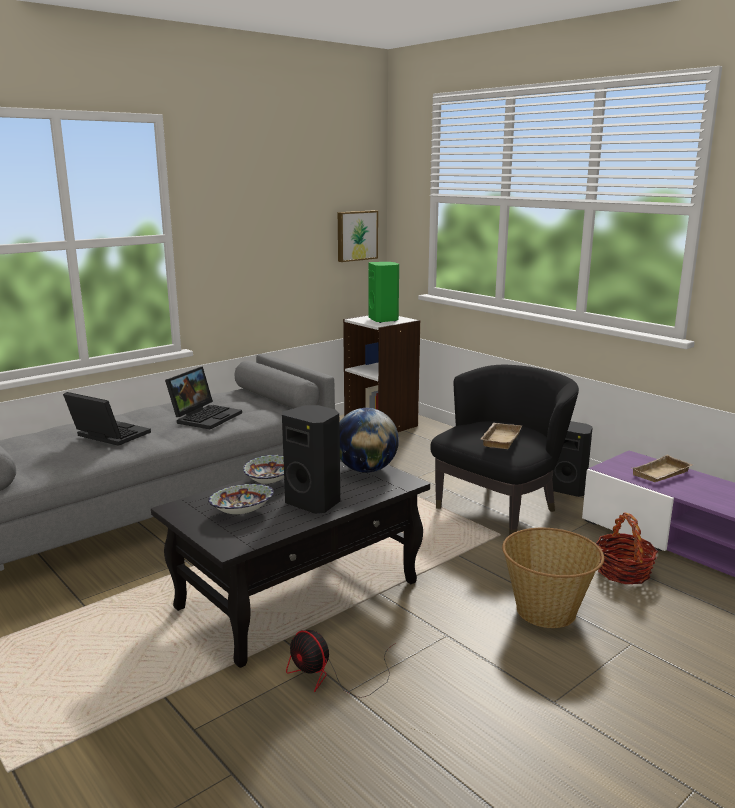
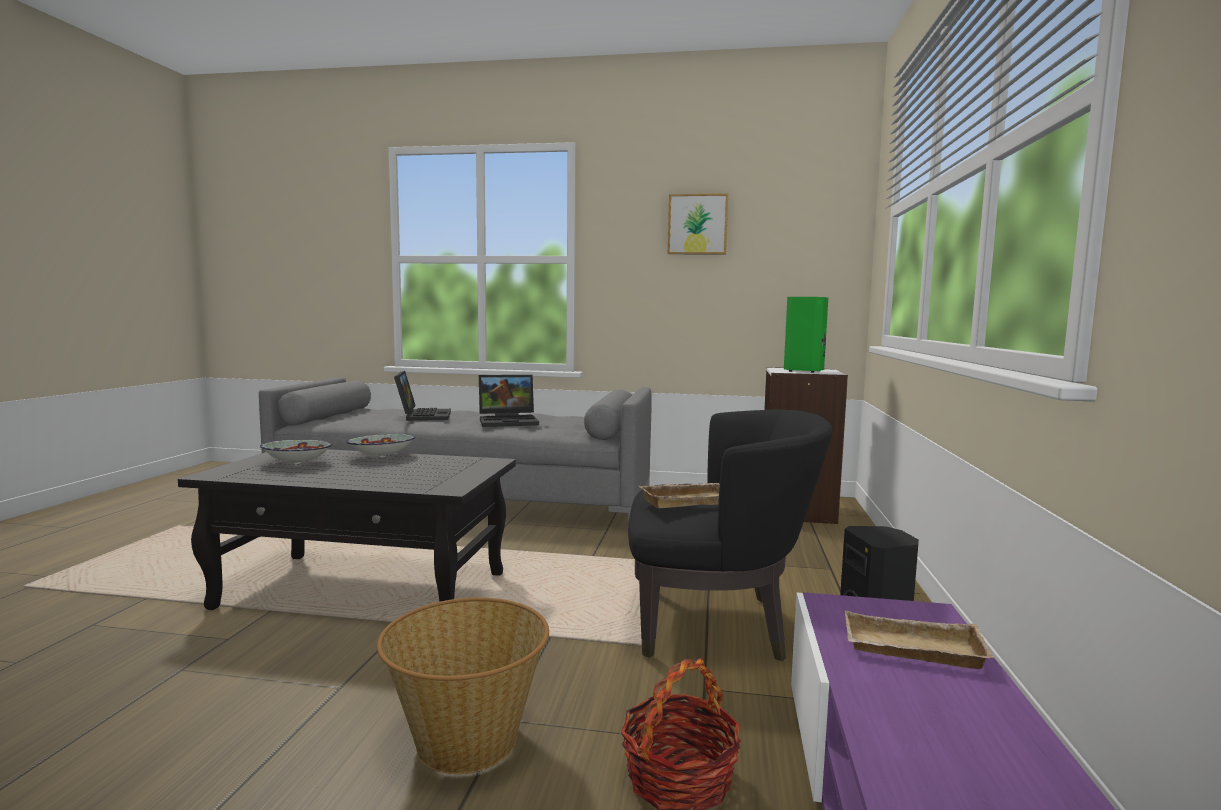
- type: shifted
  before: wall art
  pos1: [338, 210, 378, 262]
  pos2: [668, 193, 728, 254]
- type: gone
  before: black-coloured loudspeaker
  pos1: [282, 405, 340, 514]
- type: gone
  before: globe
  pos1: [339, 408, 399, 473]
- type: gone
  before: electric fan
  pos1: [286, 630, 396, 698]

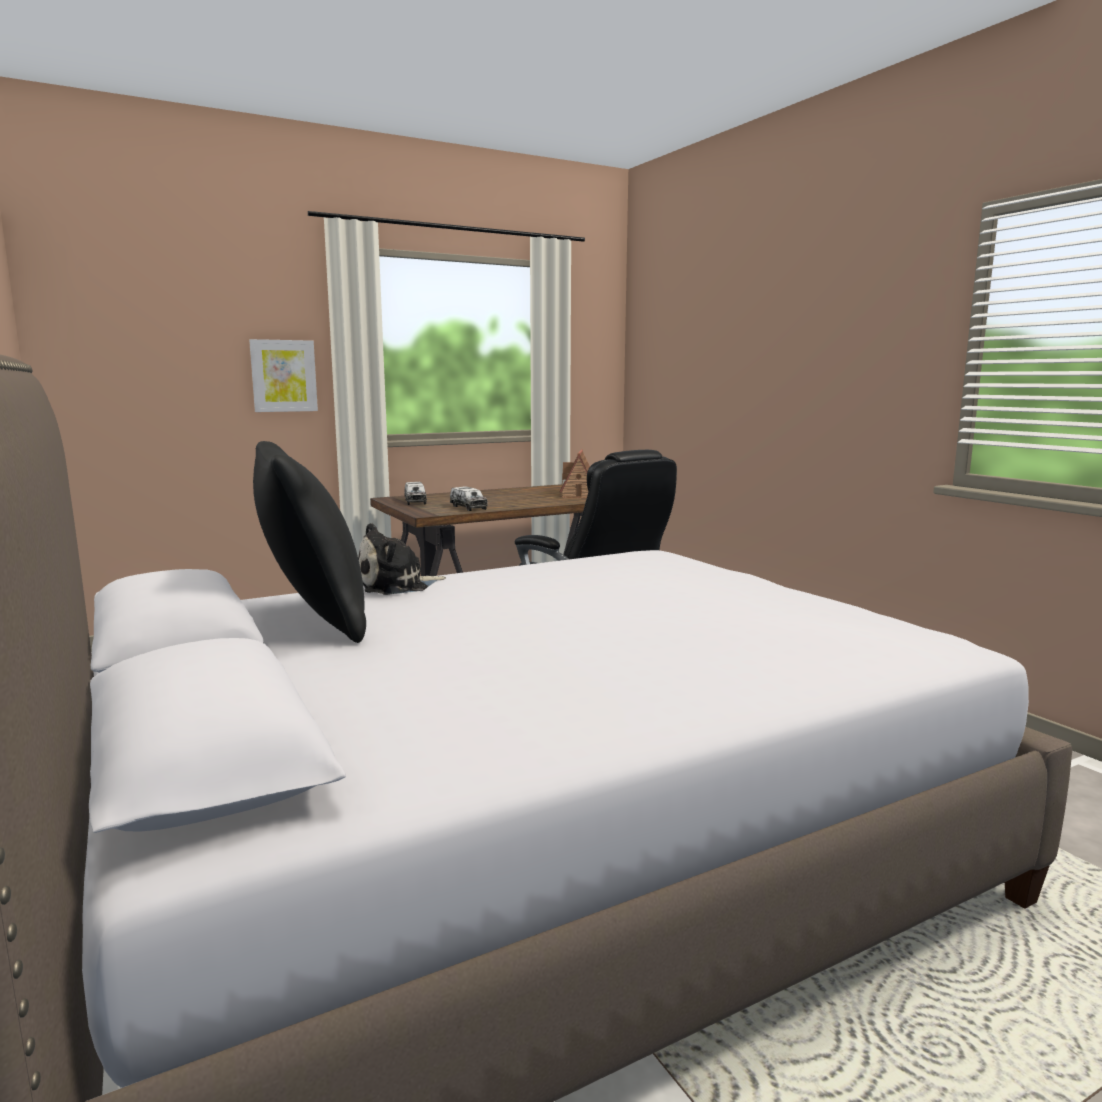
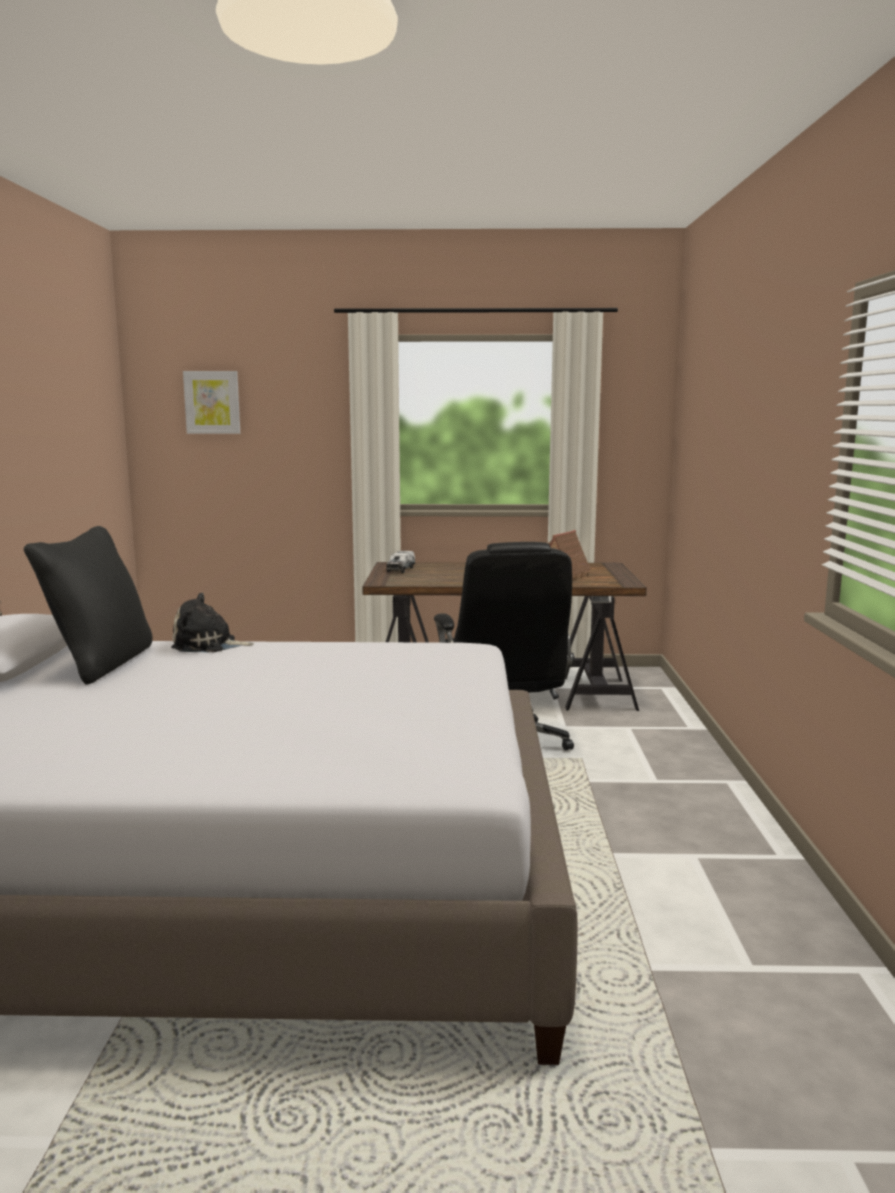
- type: shifted
  before: wall art
  pos1: [249, 339, 318, 412]
  pos2: [183, 371, 240, 434]
- type: gone
  before: model truck
  pos1: [450, 486, 488, 511]

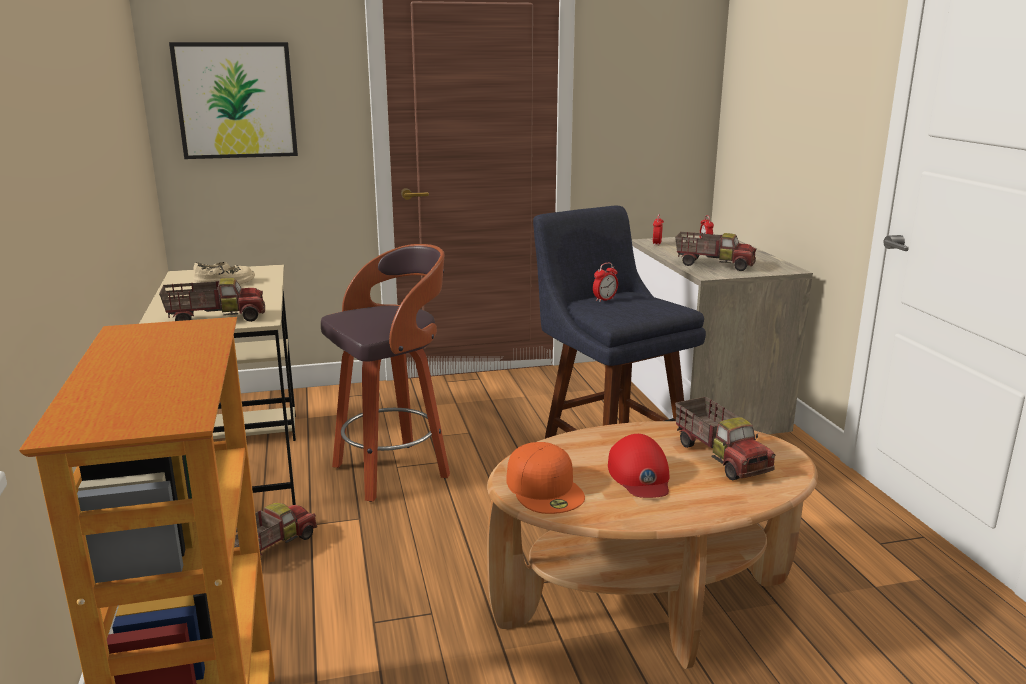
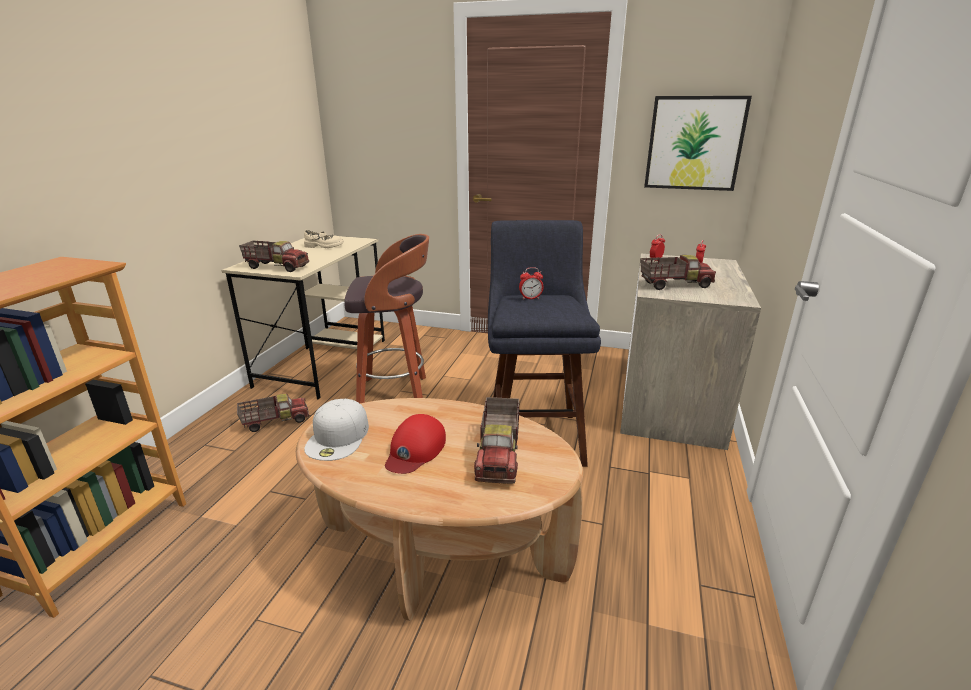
- type: shifted
  before: wall art
  pos1: [169, 42, 298, 159]
  pos2: [644, 96, 752, 191]
- type: rotated
  before: model truck
  pos1: [675, 232, 756, 271]
  pos2: [640, 255, 716, 290]
  turn: -60
- type: repainted
  before: orange-coloured peaked cap
  after: whitish peaked cap
  pos1: [507, 442, 585, 514]
  pos2: [304, 399, 369, 461]

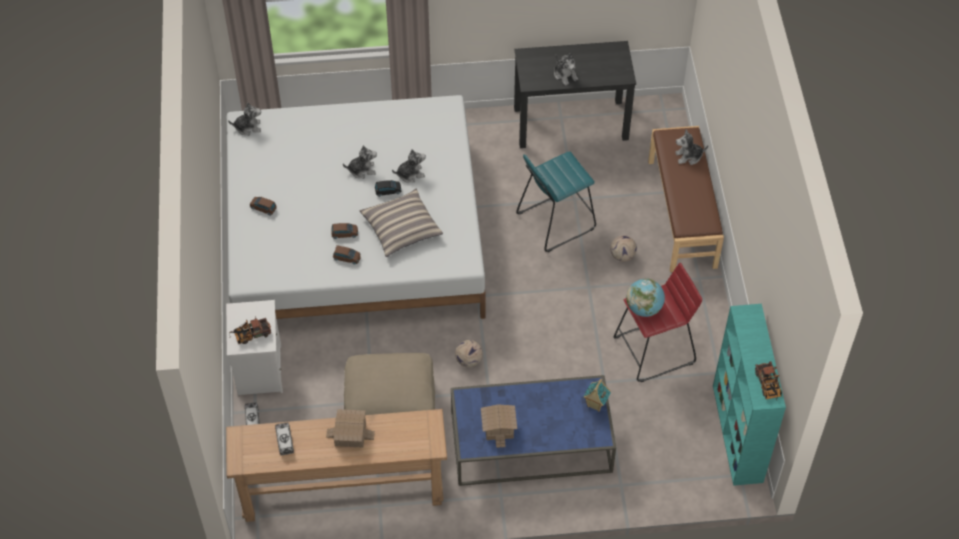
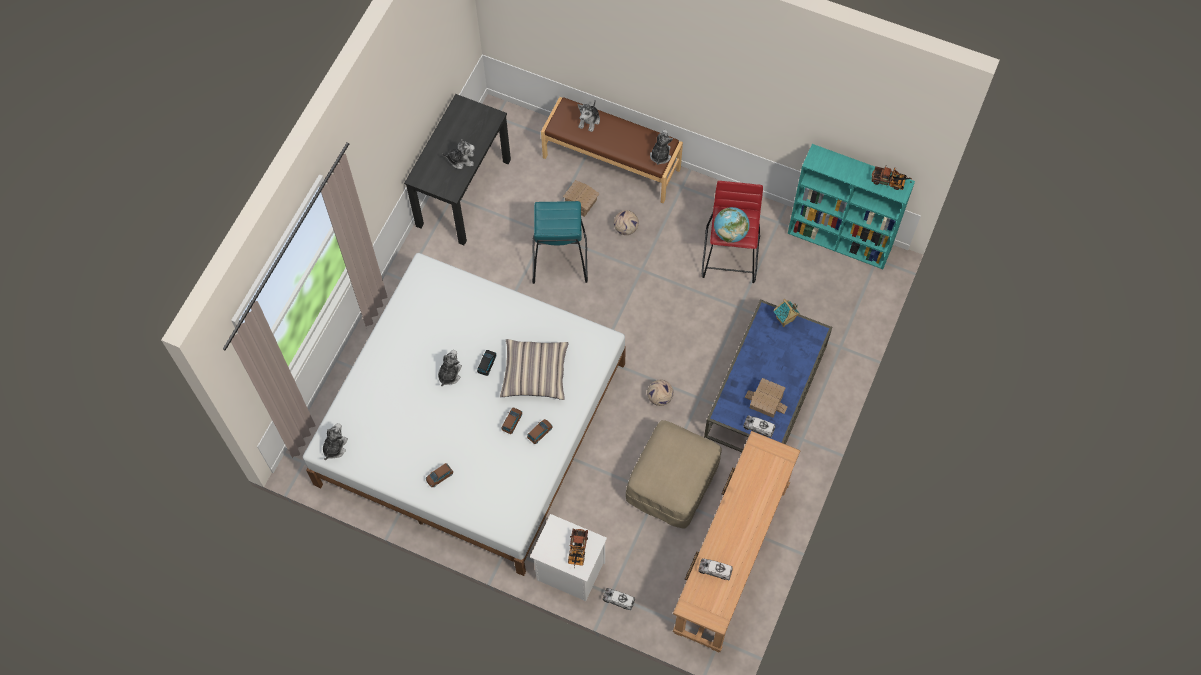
- type: shifted
  before: plush toy
  pos1: [392, 149, 426, 183]
  pos2: [650, 130, 673, 165]
- type: shifted
  before: toy house
  pos1: [326, 409, 375, 448]
  pos2: [563, 180, 600, 217]
- type: new
  after: model truck
  pos2: [743, 415, 775, 438]

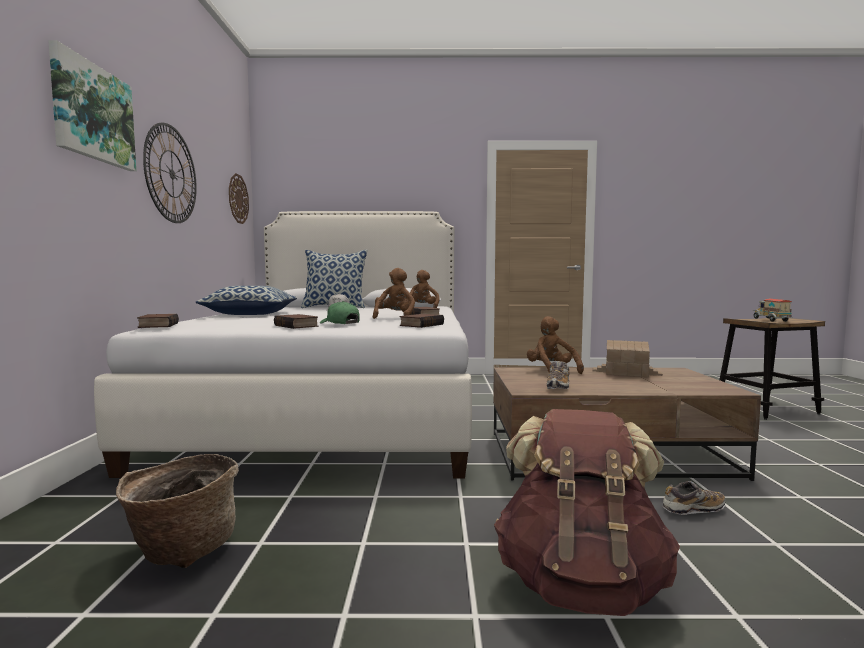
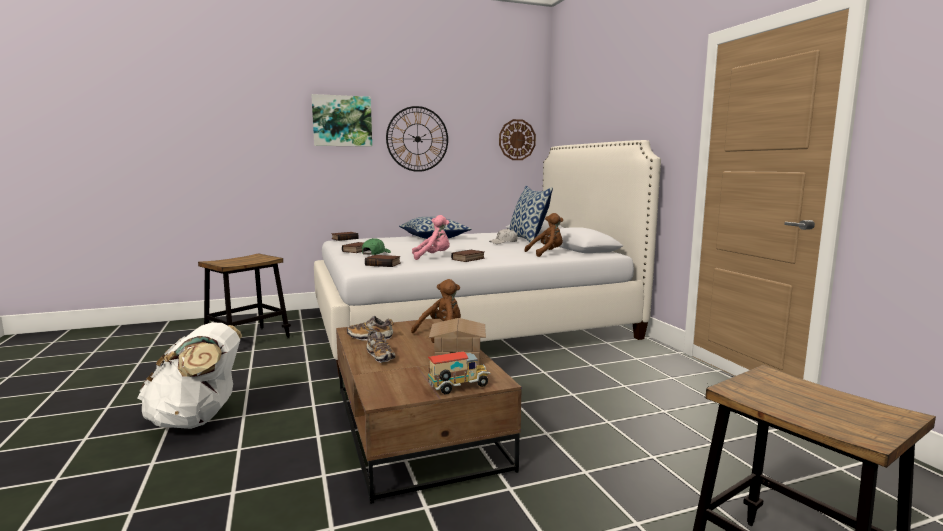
- type: repainted
  before: brownish plush toy
  after: pinkish plush toy
  pos1: [373, 268, 415, 319]
  pos2: [412, 215, 450, 260]
- type: shifted
  before: model truck
  pos1: [753, 299, 793, 322]
  pos2: [428, 352, 490, 394]
- type: repainted
  before: brownish rucksack
  after: whitish rucksack
  pos1: [494, 409, 680, 616]
  pos2: [138, 323, 242, 429]
- type: swapped
  before: storage basket
  after: stool
  pos1: [116, 454, 239, 568]
  pos2: [198, 253, 291, 338]
- type: shifted
  before: item of footwear
  pos1: [663, 481, 725, 515]
  pos2: [367, 330, 395, 363]

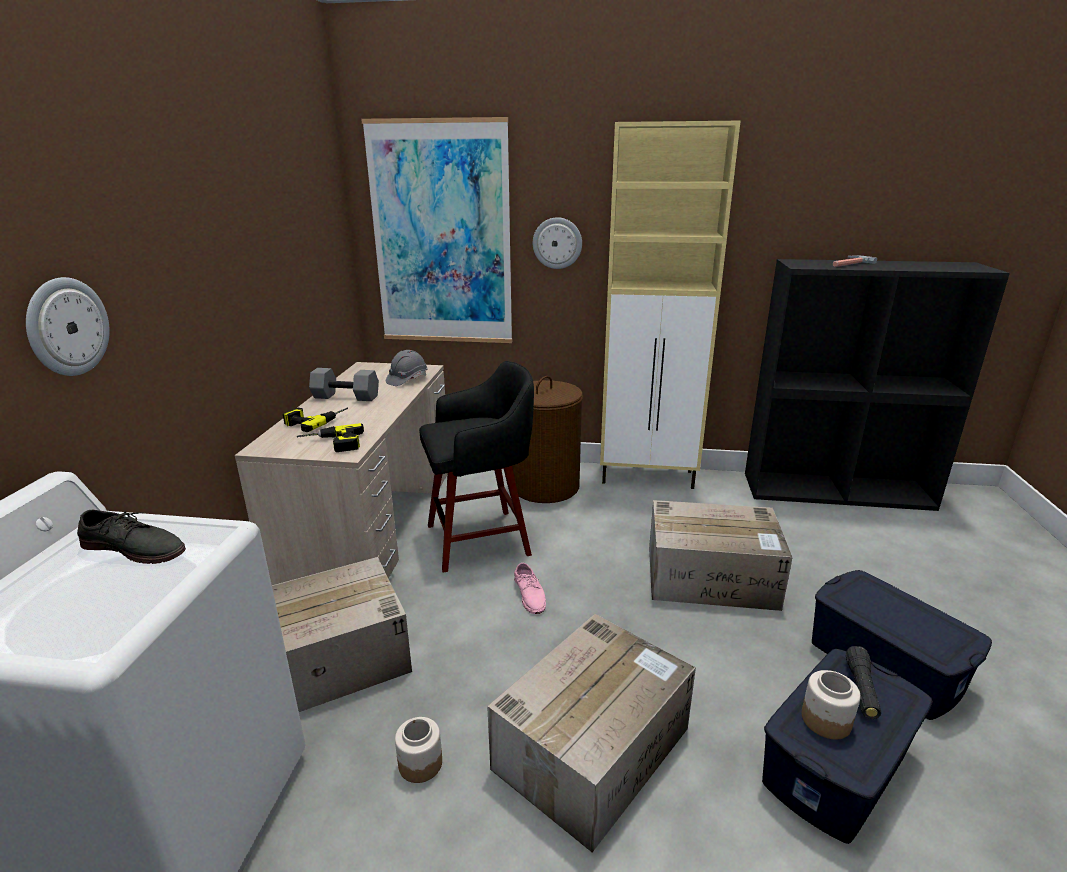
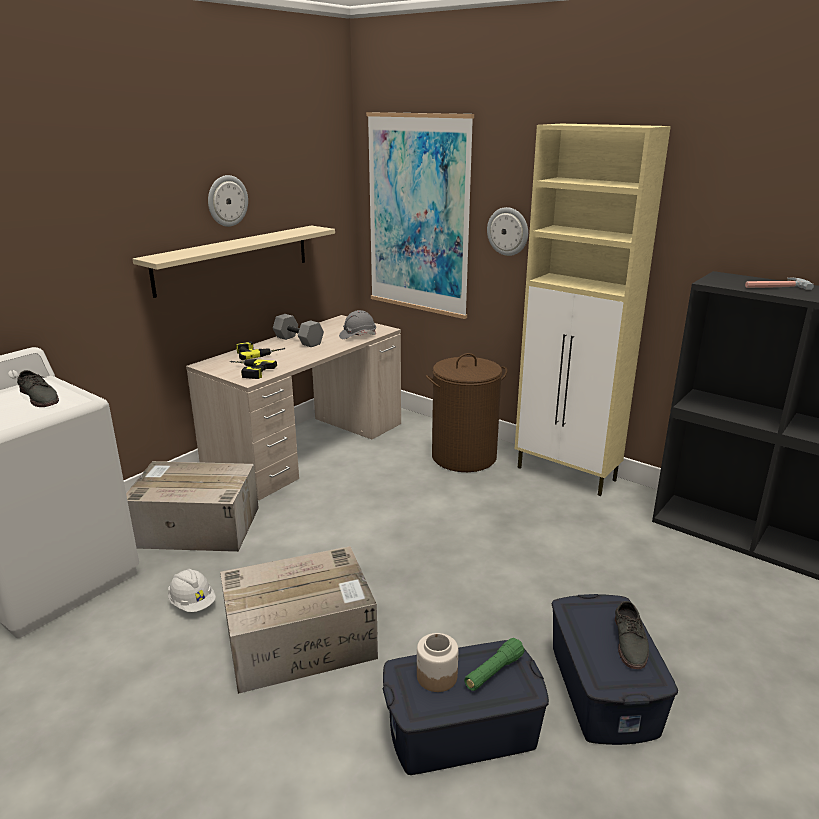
- type: shifted
  before: clock on the wall
  pos1: [26, 277, 110, 376]
  pos2: [208, 175, 248, 227]
- type: gone
  before: black-coloured stool
  pos1: [419, 361, 534, 573]
- type: gone
  before: packing box
  pos1: [649, 500, 793, 611]
- type: gone
  before: pinkish item of footwear
  pos1: [514, 563, 546, 614]
- type: repainted
  before: black-coloured hand torch
  after: green hand torch
  pos1: [846, 646, 881, 719]
  pos2: [464, 638, 525, 691]
- type: swapped
  before: jar
  after: whitish hard hat
  pos1: [395, 717, 442, 783]
  pos2: [168, 569, 216, 612]
- type: new
  after: beige bracket shelf
  pos2: [133, 225, 335, 298]
- type: new
  after: grey item of footwear
  pos2: [615, 601, 649, 669]

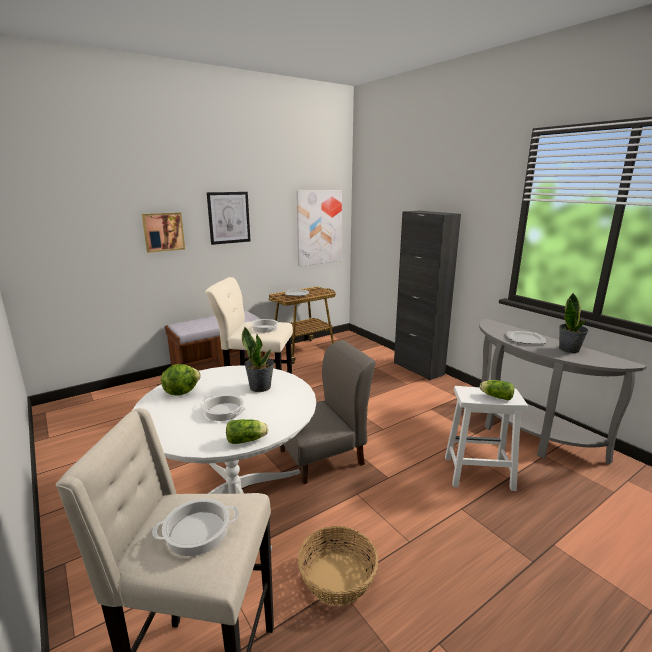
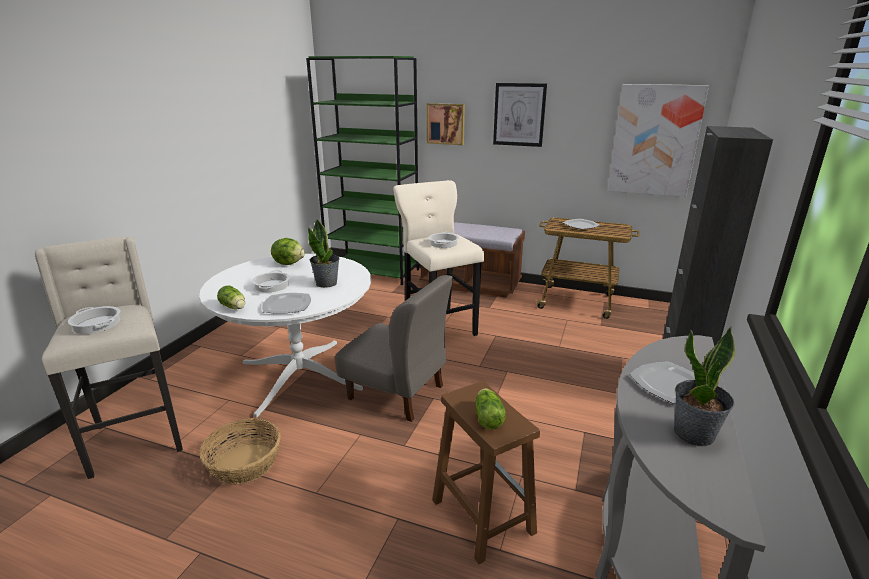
- type: repainted
  before: whitish stool
  after: brownish stool
  pos1: [445, 386, 528, 491]
  pos2: [432, 381, 540, 564]
- type: new
  after: green bookcase
  pos2: [306, 56, 419, 285]
- type: new
  after: dinner plate
  pos2: [262, 293, 311, 314]

